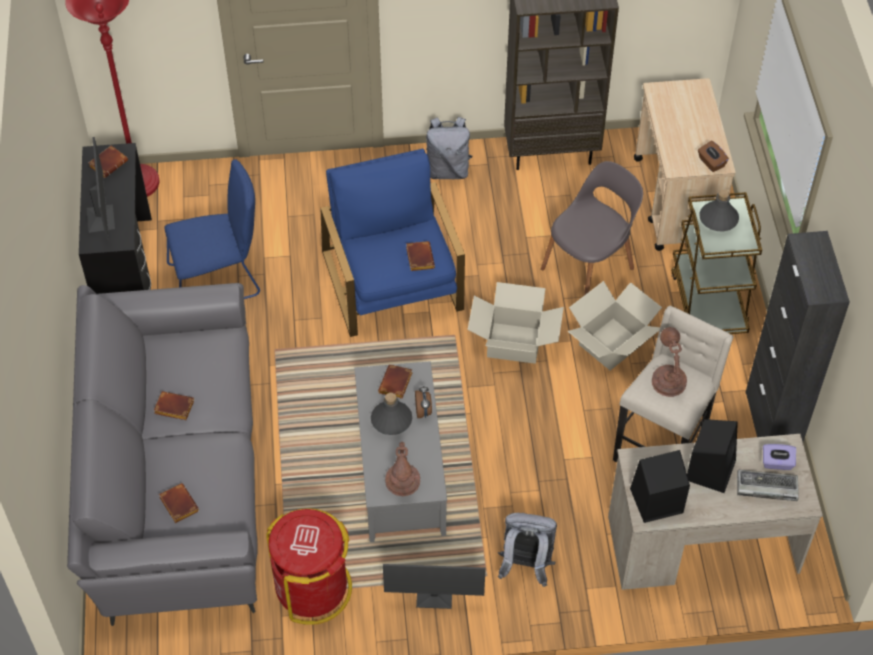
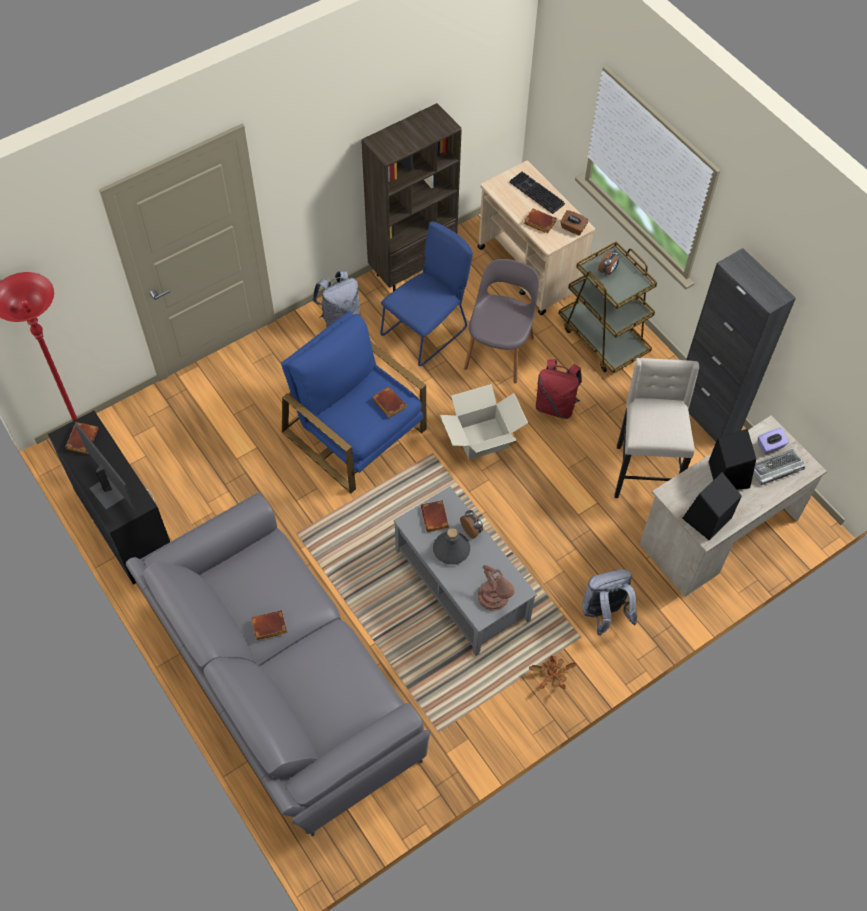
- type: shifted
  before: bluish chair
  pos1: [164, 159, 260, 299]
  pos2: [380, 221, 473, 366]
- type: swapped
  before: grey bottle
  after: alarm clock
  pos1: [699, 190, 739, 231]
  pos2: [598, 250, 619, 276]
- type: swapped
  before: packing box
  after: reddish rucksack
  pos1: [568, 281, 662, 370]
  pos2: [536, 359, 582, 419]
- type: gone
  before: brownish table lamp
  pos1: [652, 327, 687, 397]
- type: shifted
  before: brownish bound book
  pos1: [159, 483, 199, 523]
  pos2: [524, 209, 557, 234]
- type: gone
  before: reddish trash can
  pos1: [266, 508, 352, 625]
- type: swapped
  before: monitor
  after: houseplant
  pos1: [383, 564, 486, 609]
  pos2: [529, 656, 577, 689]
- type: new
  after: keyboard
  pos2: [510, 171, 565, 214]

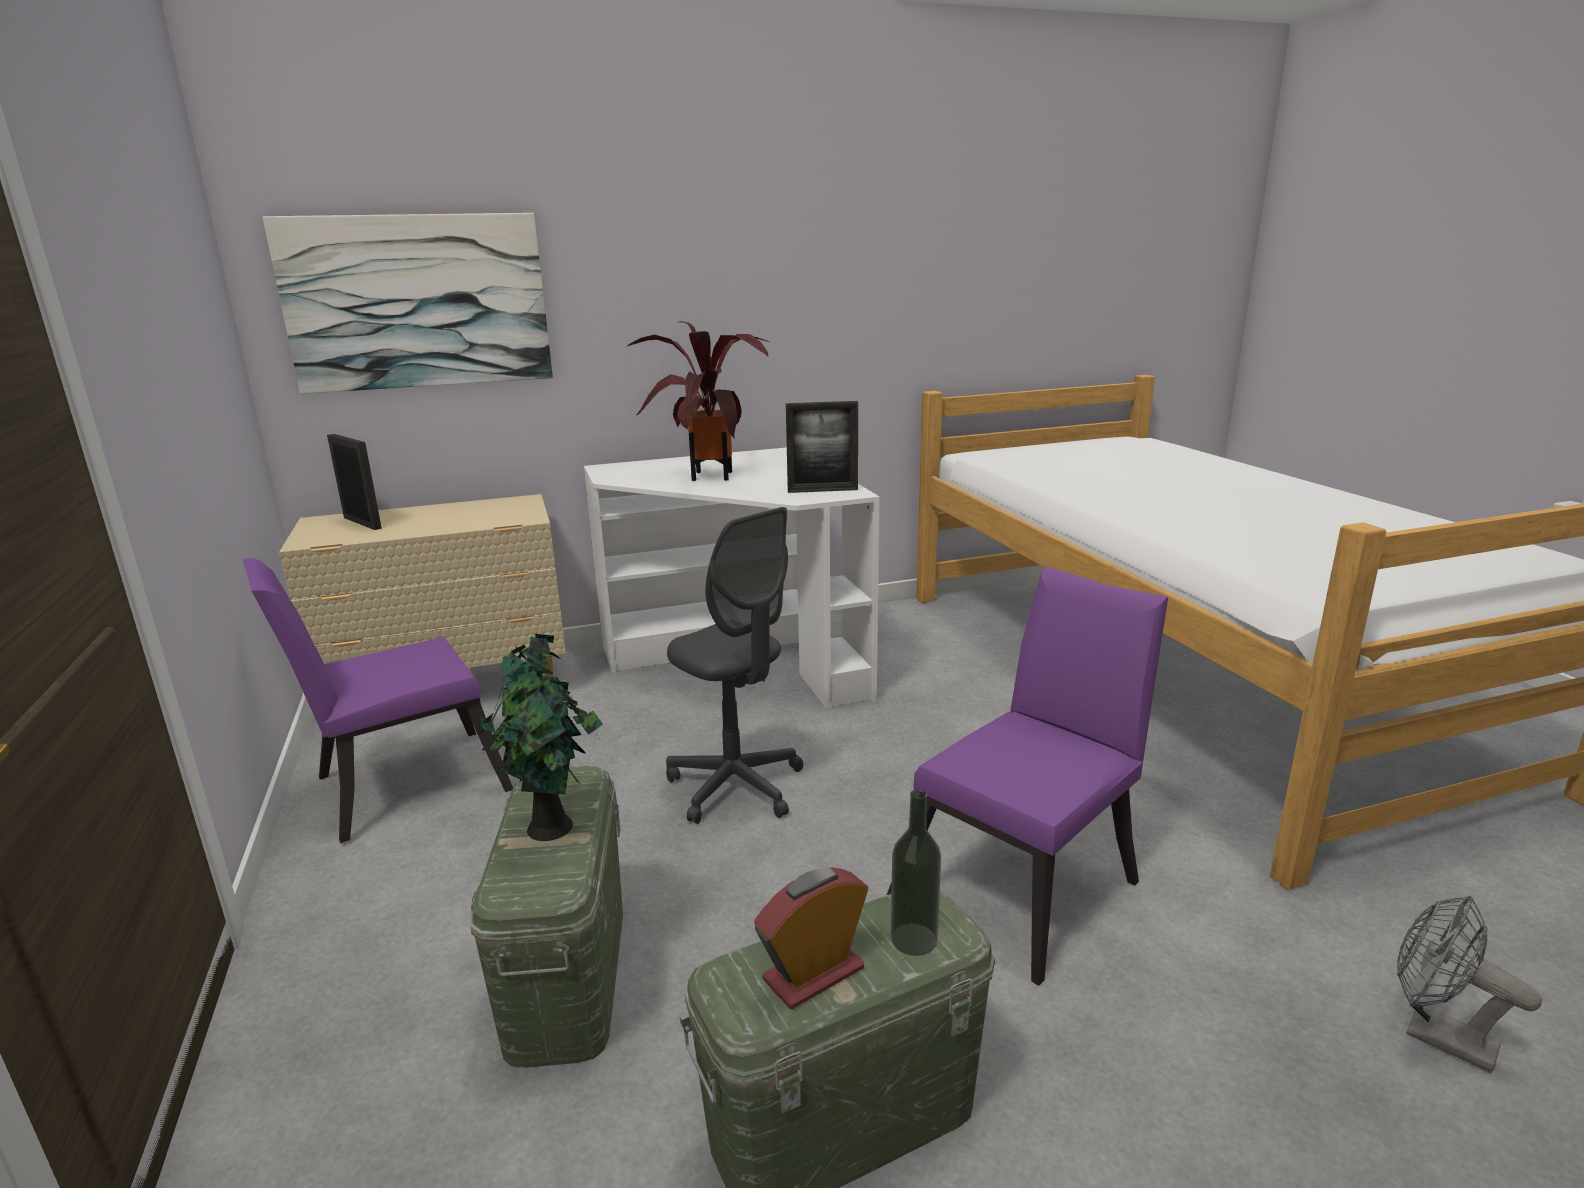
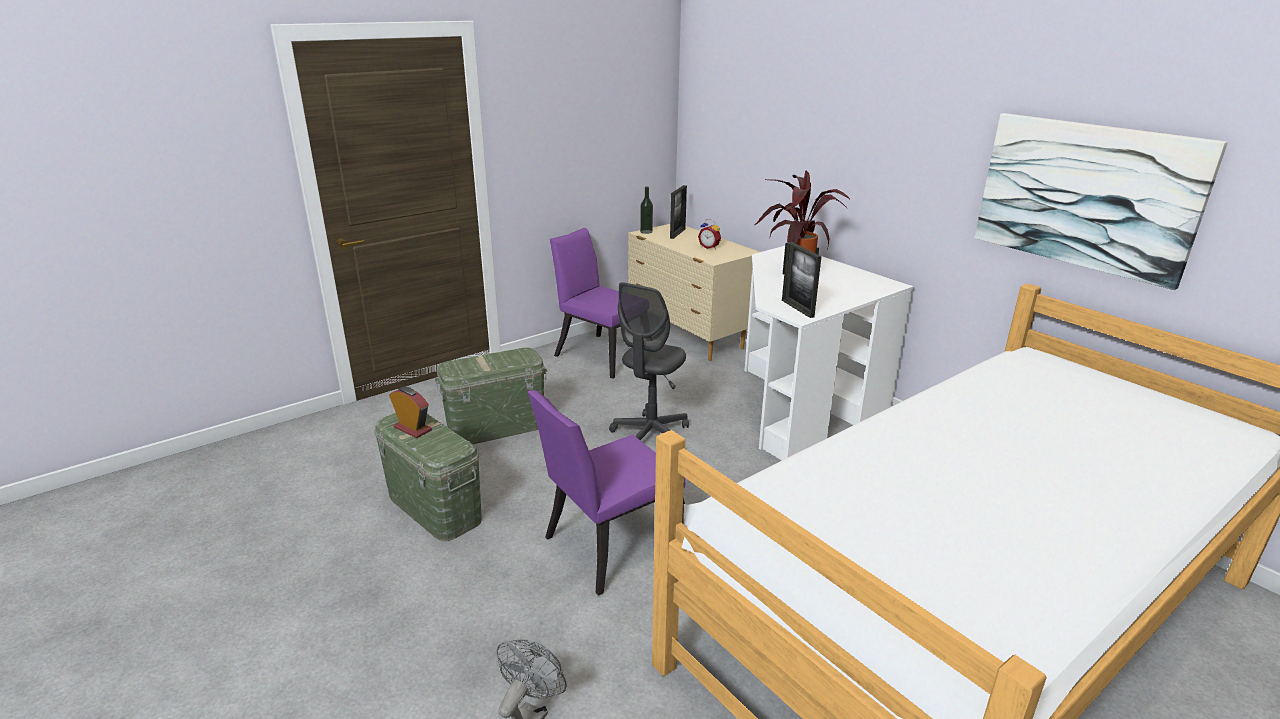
- type: shifted
  before: wall art
  pos1: [263, 213, 553, 394]
  pos2: [974, 113, 1228, 290]
- type: rotated
  before: purple-coloured chair
  pos1: [887, 567, 1168, 986]
  pos2: [528, 390, 685, 596]
  turn: 120
- type: gone
  before: houseplant
  pos1: [479, 634, 603, 841]
- type: shifted
  before: bottle
  pos1: [891, 790, 941, 956]
  pos2: [640, 187, 653, 234]
- type: new
  after: alarm clock
  pos2: [698, 219, 721, 249]

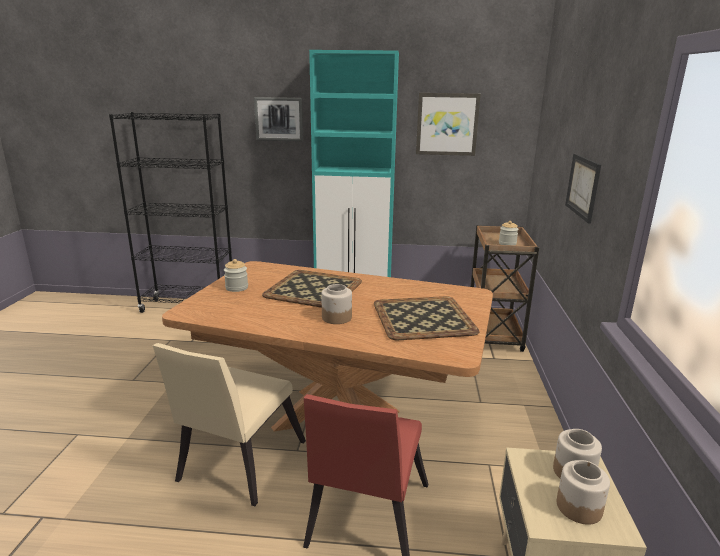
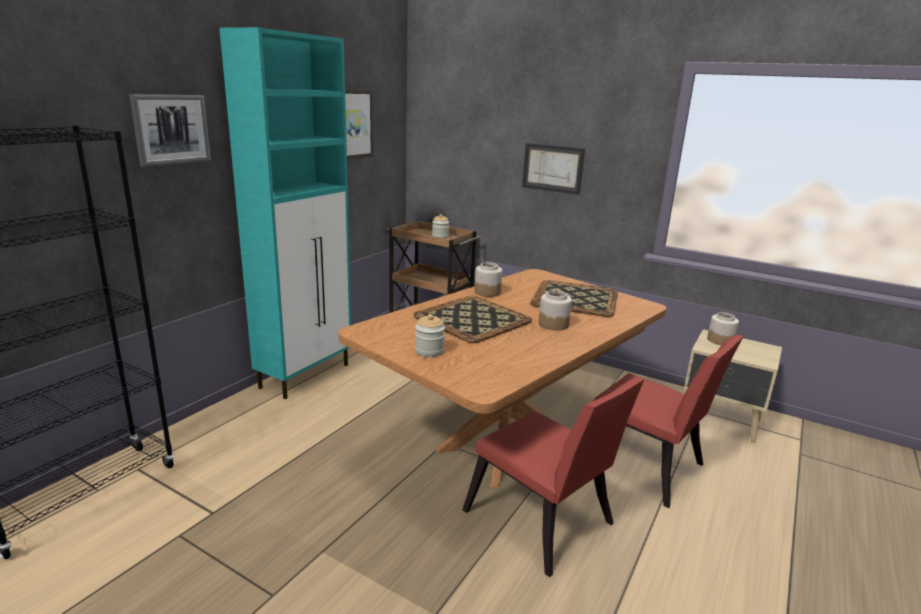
- type: repainted
  before: beige chair
  after: reddish chair
  pos1: [153, 343, 306, 506]
  pos2: [462, 377, 644, 577]
- type: shifted
  before: jar
  pos1: [557, 460, 610, 525]
  pos2: [474, 262, 502, 297]

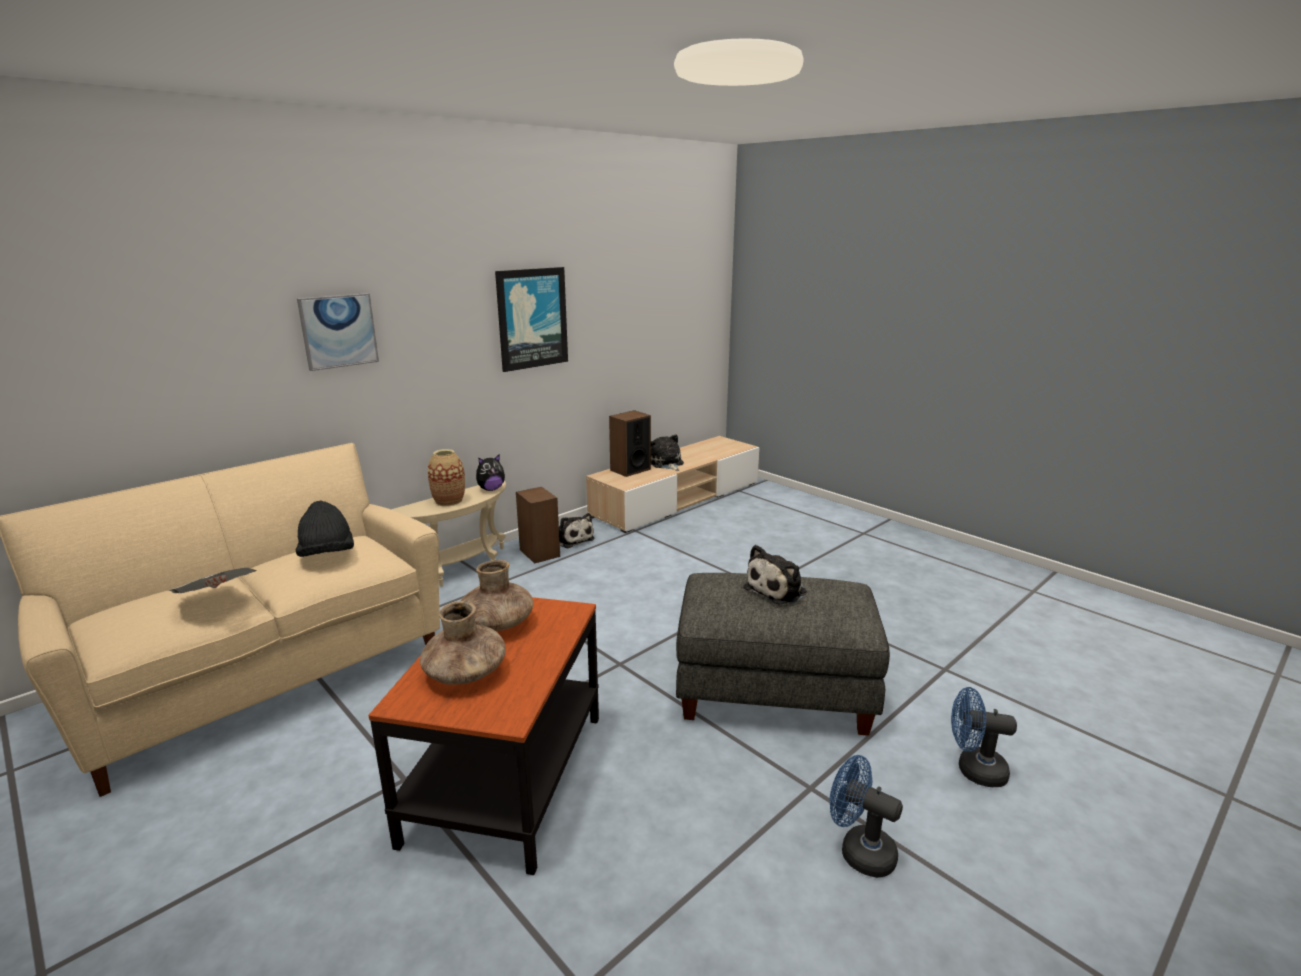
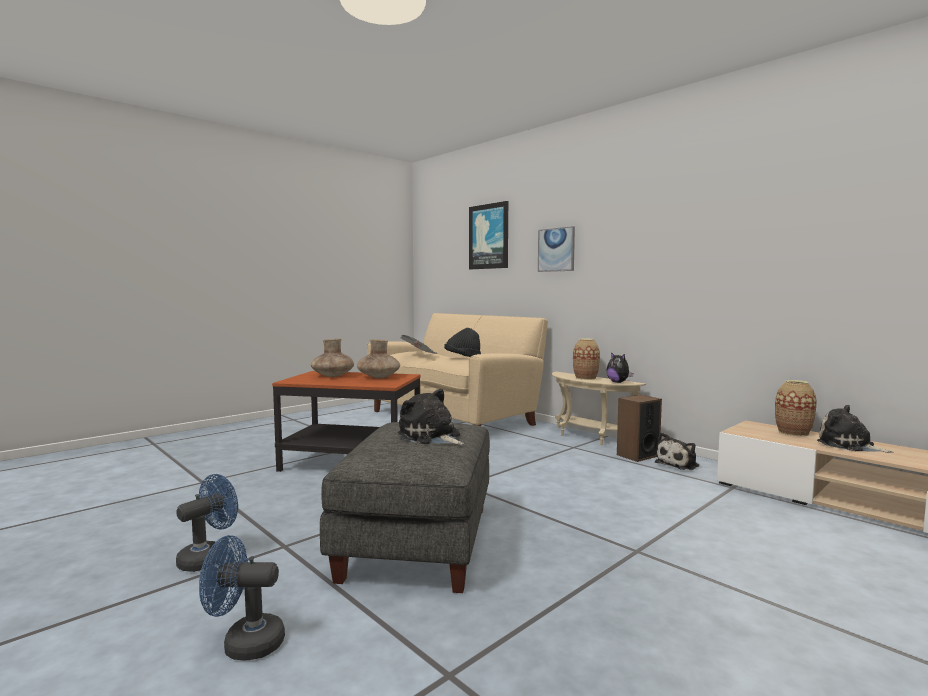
- type: shifted
  before: wall art
  pos1: [495, 267, 568, 372]
  pos2: [469, 201, 508, 269]
- type: swapped
  before: loudspeaker
  after: flower vase
  pos1: [609, 410, 651, 477]
  pos2: [775, 380, 816, 436]
- type: rotated
  before: plush toy
  pos1: [651, 434, 684, 471]
  pos2: [817, 405, 894, 453]
  turn: -105
- type: rotated
  before: bluish electric fan
  pos1: [951, 687, 1017, 787]
  pos2: [199, 535, 285, 660]
  turn: -105

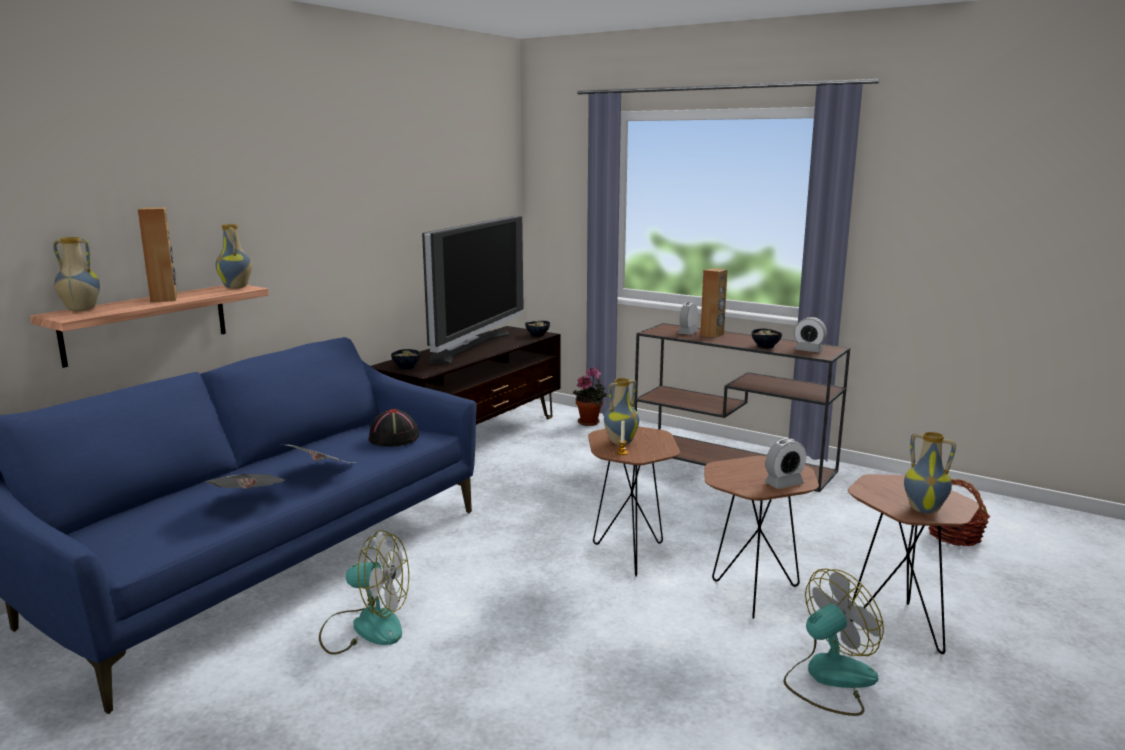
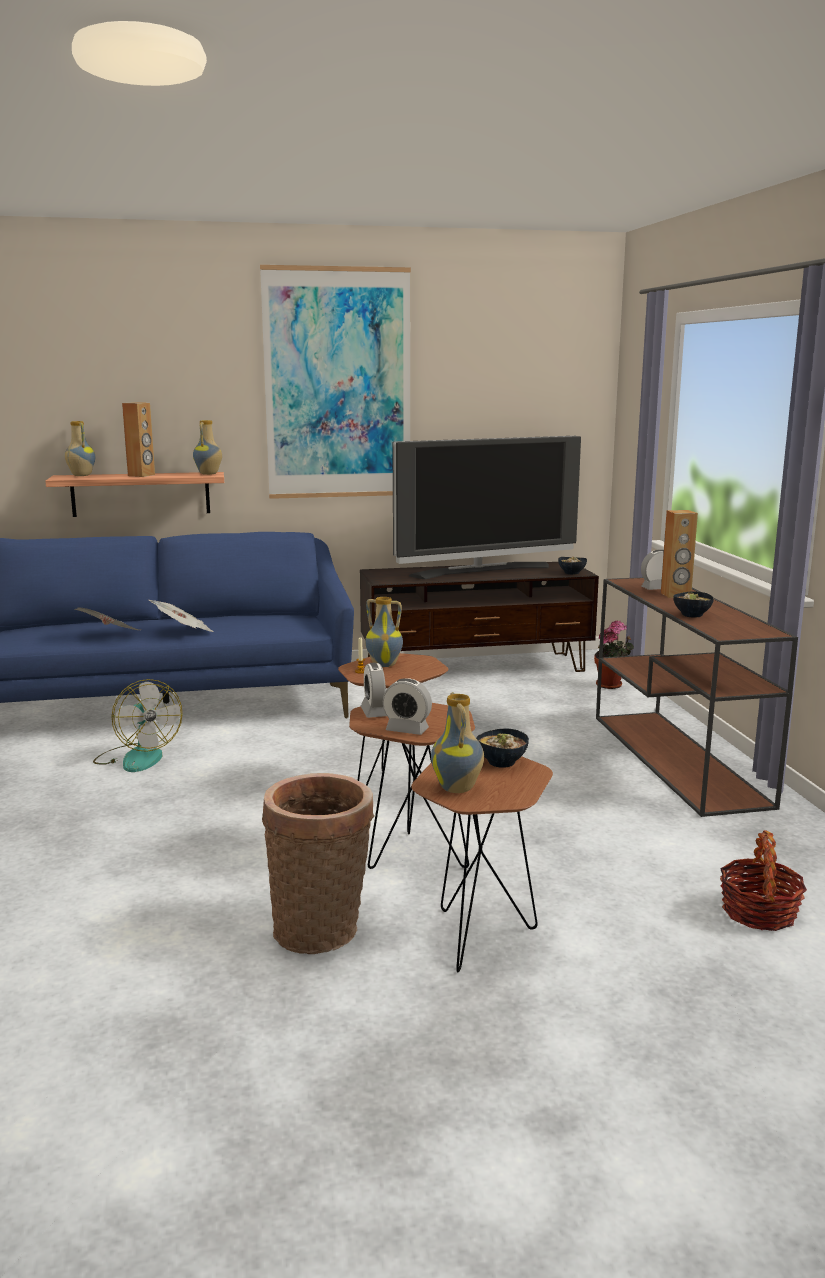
- type: shifted
  before: alarm clock
  pos1: [794, 317, 827, 352]
  pos2: [361, 663, 387, 718]
- type: shifted
  before: bowl
  pos1: [391, 349, 420, 369]
  pos2: [476, 729, 529, 768]
- type: gone
  before: black-coloured clothing hat
  pos1: [368, 409, 419, 447]
- type: swapped
  before: electric fan
  after: storage basket
  pos1: [783, 569, 884, 716]
  pos2: [262, 773, 374, 954]
- type: new
  after: wall art
  pos2: [260, 265, 411, 499]

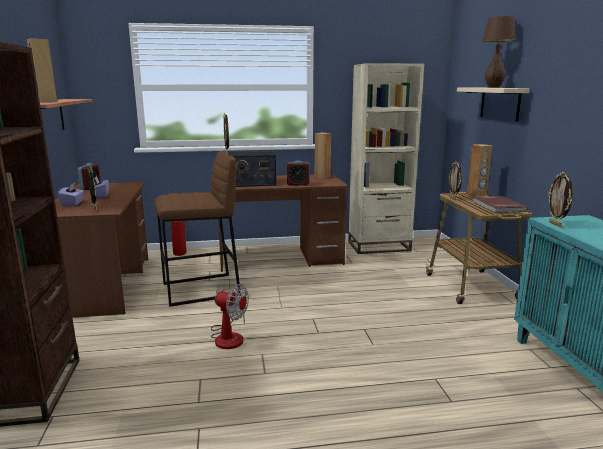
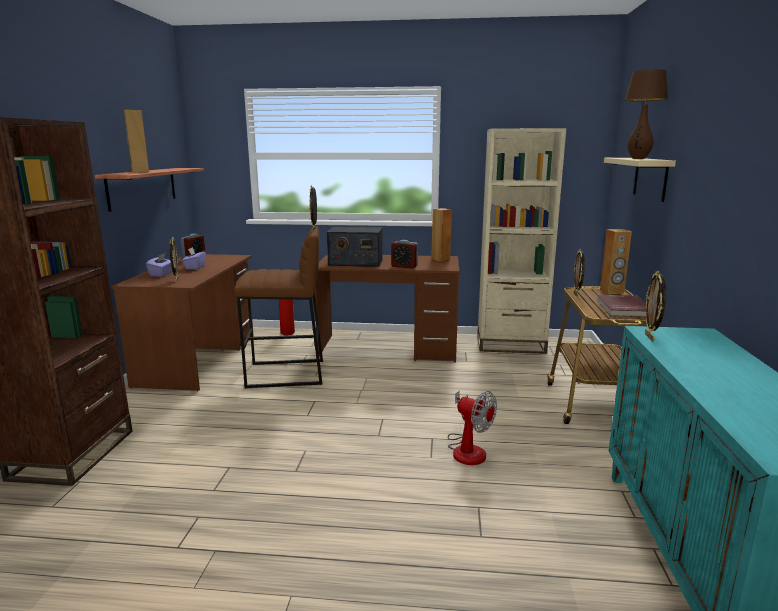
- type: shifted
  before: electric fan
  pos1: [211, 284, 249, 349]
  pos2: [448, 391, 497, 465]

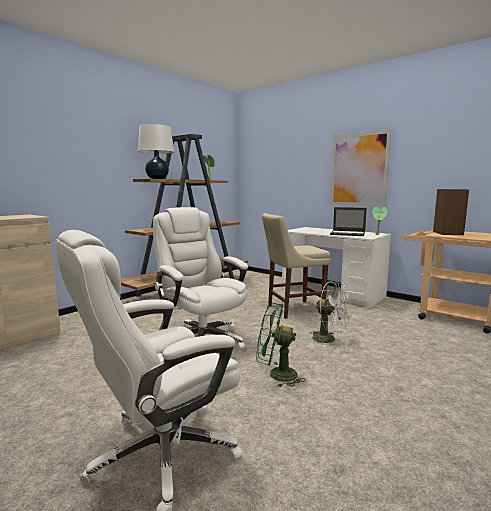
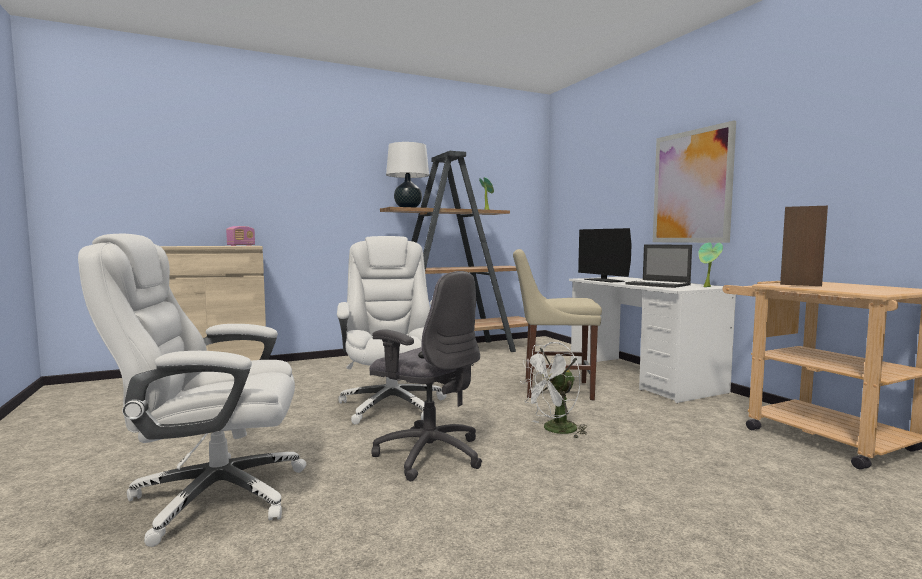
- type: rotated
  before: whitish electric fan
  pos1: [310, 282, 350, 347]
  pos2: [520, 342, 587, 439]
  turn: 90
- type: swapped
  before: green electric fan
  after: grey computer chair
  pos1: [257, 303, 306, 387]
  pos2: [369, 271, 482, 481]
- type: new
  after: radio receiver
  pos2: [226, 226, 255, 246]
- type: new
  after: monitor
  pos2: [578, 228, 632, 282]

